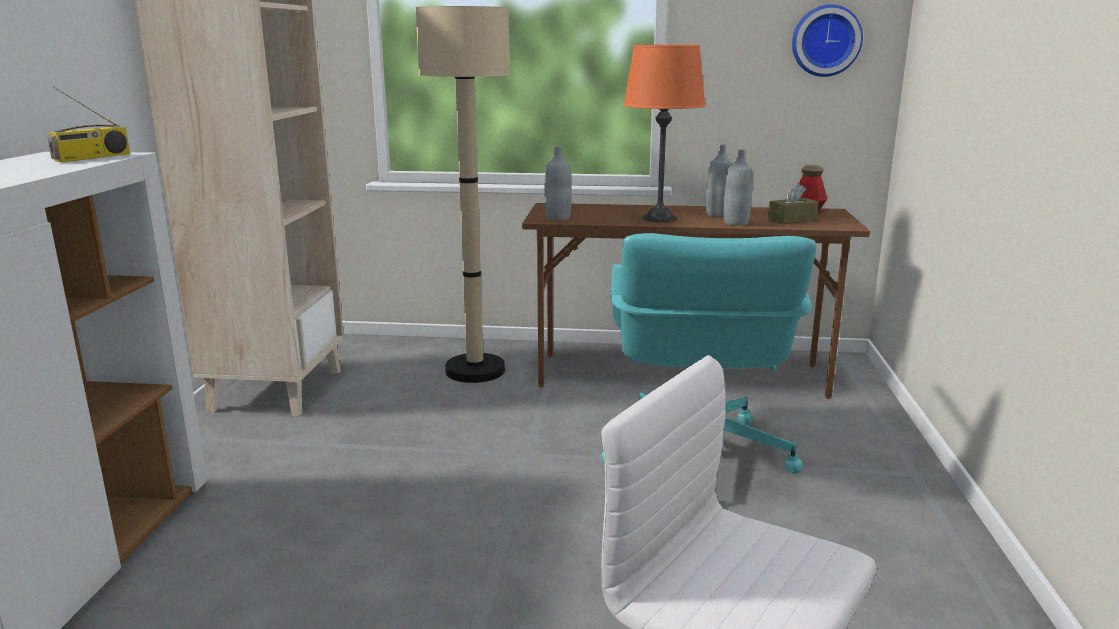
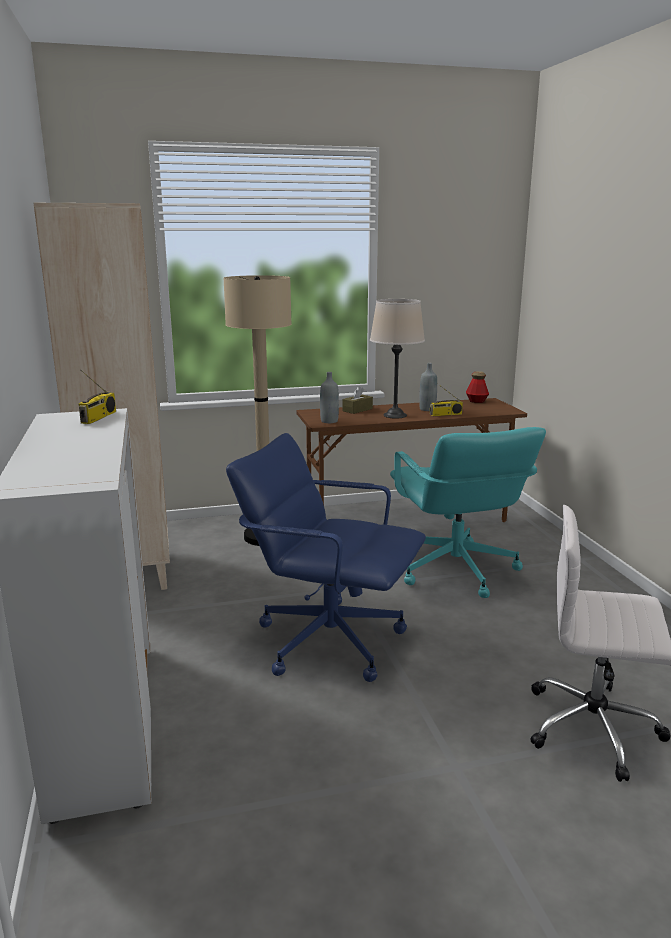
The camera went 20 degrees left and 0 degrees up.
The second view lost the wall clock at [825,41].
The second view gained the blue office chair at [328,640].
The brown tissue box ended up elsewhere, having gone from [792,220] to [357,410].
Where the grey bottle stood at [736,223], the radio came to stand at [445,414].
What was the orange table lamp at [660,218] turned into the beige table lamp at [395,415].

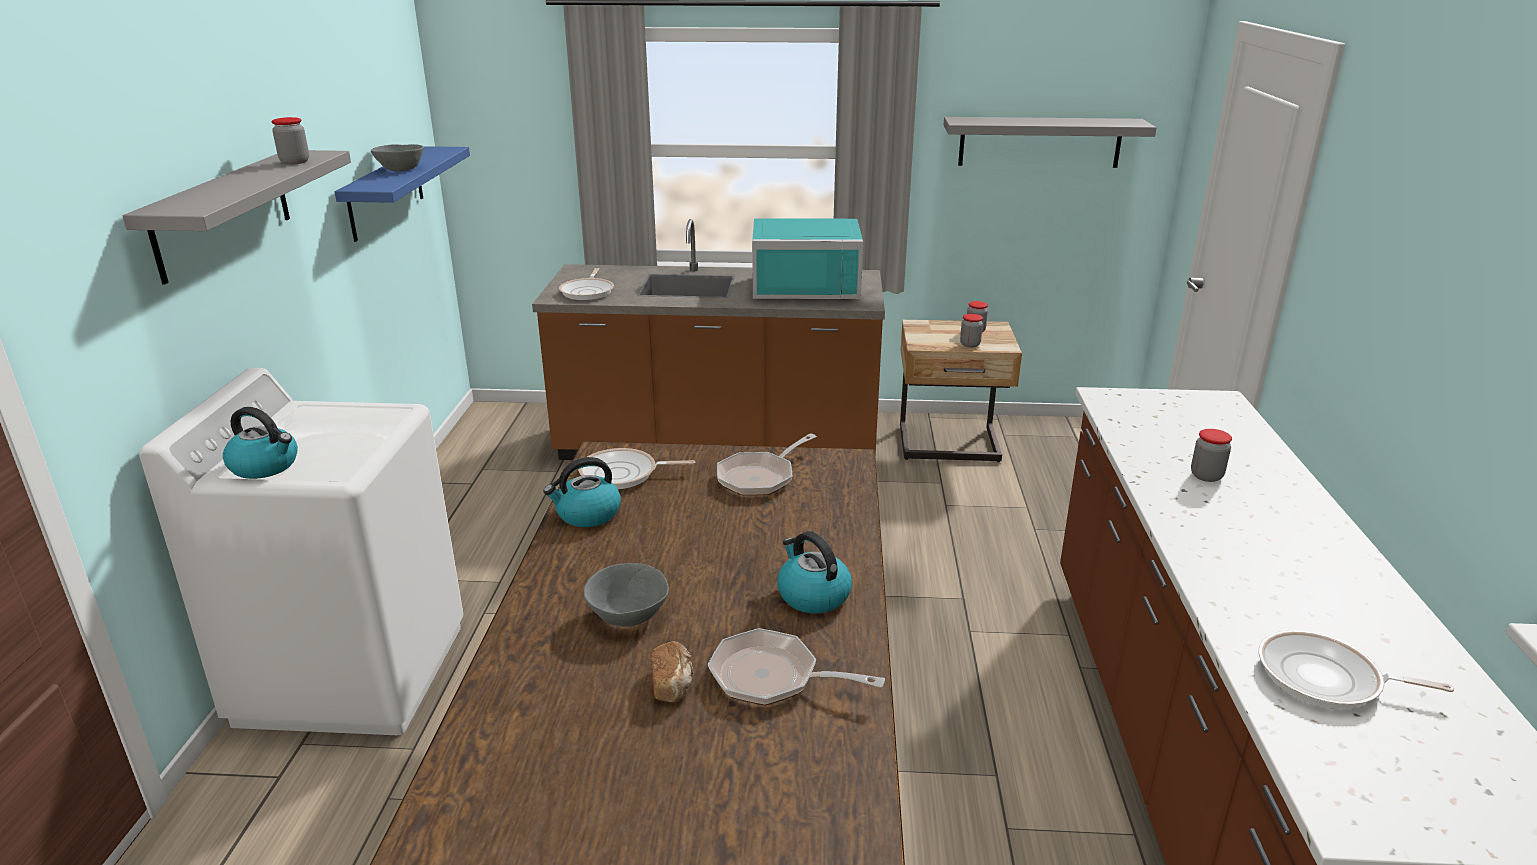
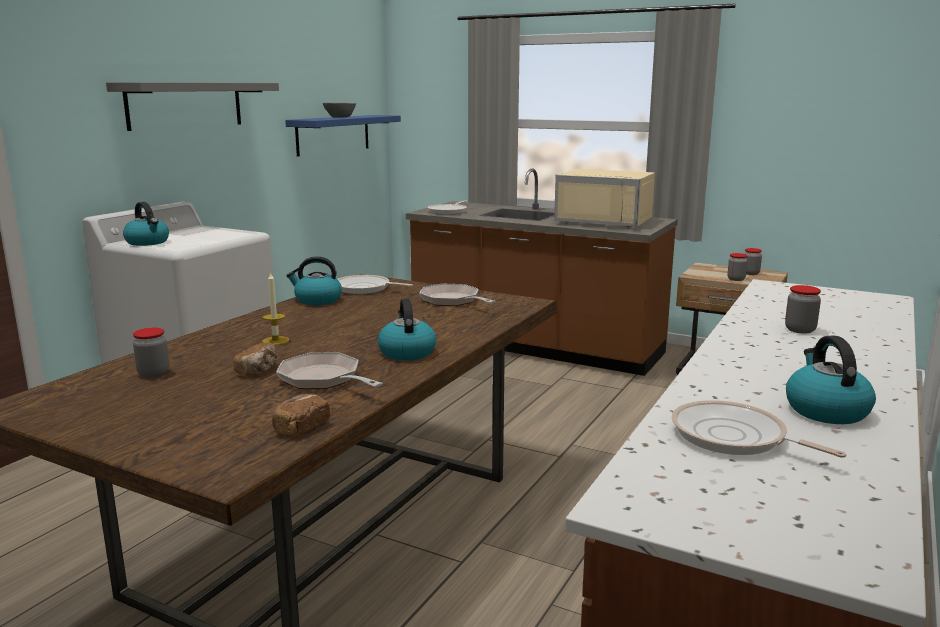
The camera went 25 degrees right and 10 degrees down.
The second view lost the grey shelf at [1039,142].
The second view gained the bread at [300,428].
The second view gained the kettle at [825,410].
The jar ended up elsewhere, having gone from [295,162] to [153,373].
Where the grey bowl stood at [627,616], the candle came to stand at [275,341].
What was the turquoise microwave at [806,286] turned into the beige microwave at [606,221].
The frying pan at [760,477] ended up facing another way, 75 degrees clockwise from before.

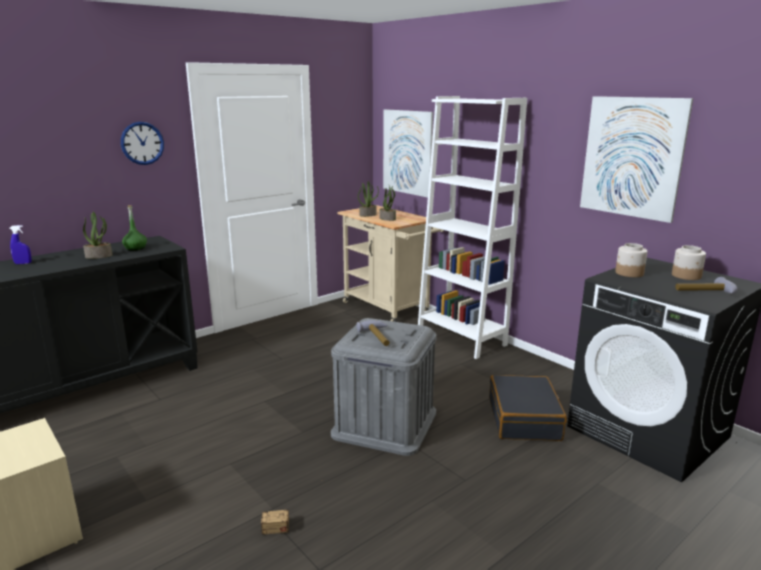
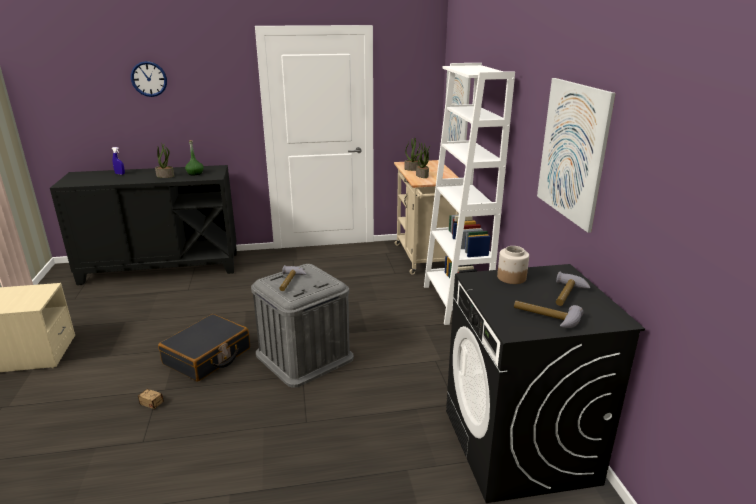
The camera went 30 degrees right and 5 degrees up.
The wall clock ended up elsewhere, having gone from [142,143] to [149,79].
The black suitcase ended up elsewhere, having gone from [524,419] to [207,356].
Where the jar stood at [686,276], the hammer came to stand at [568,295].

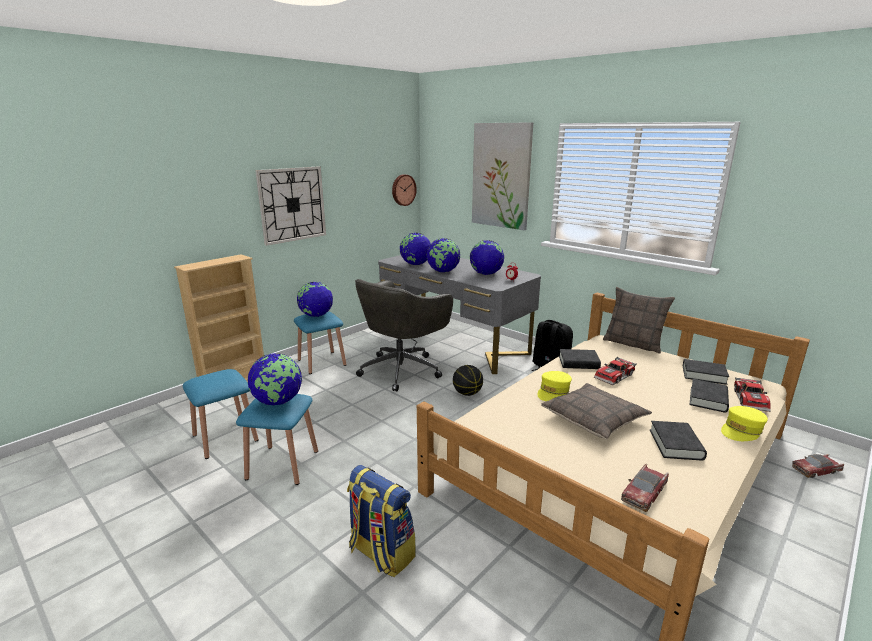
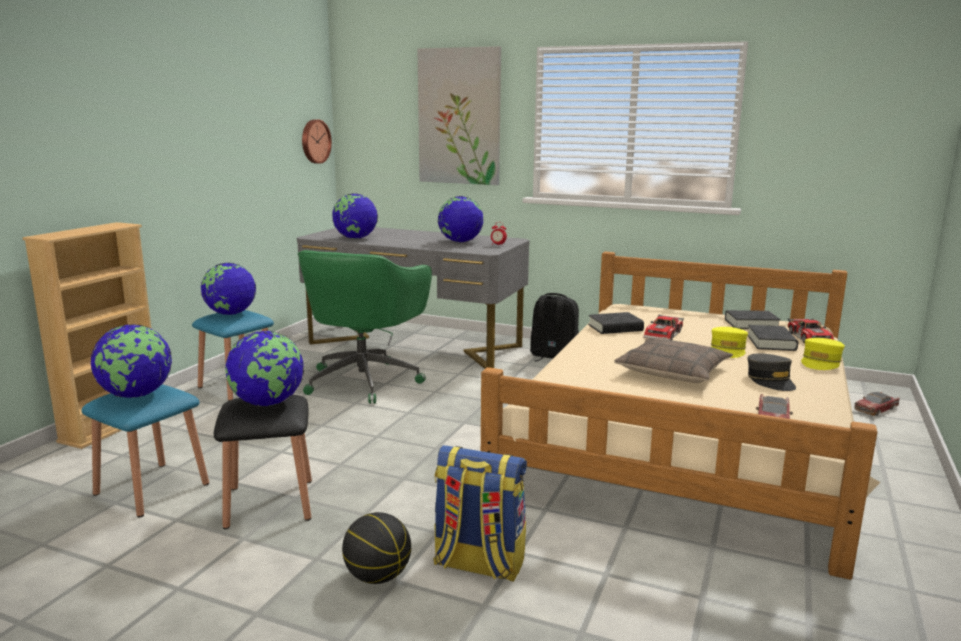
The camera went 20 degrees left and 5 degrees down.
The second view lost the wall clock at [292,204].
The second view lost the pillow at [633,344].
The globe ended up elsewhere, having gone from [443,271] to [136,395].
The basketball ended up elsewhere, having gone from [467,393] to [378,576].
The yellow cap ended up elsewhere, having gone from [553,392] to [728,350].
Where the black book stood at [676,444], the grey cap came to stand at [770,380].
What was the blue stool at [282,464] turned into the black stool at [270,503].
What was the grey office chair at [402,369] turned into the green office chair at [365,380].

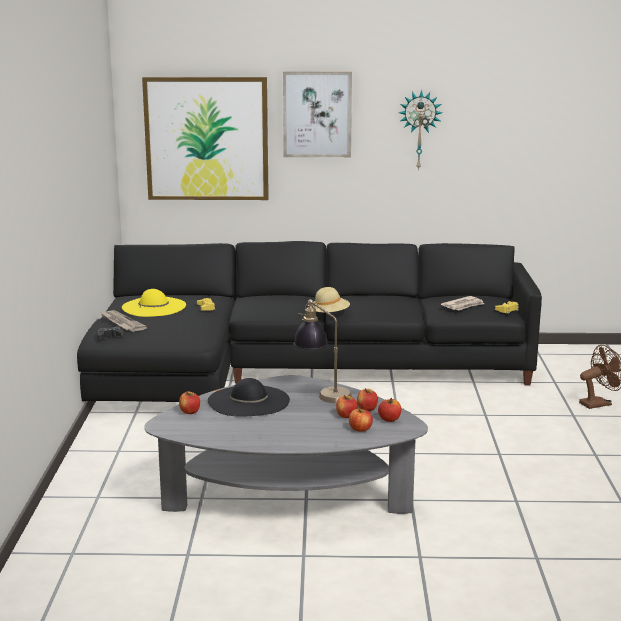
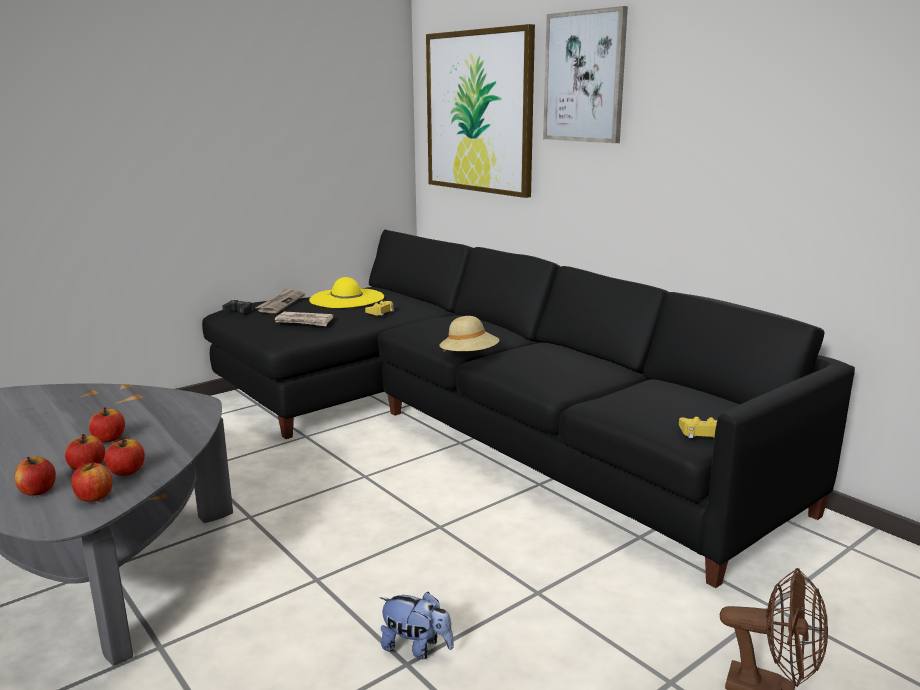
The camera went 50 degrees right and 0 degrees up.
The second view lost the black hat at [248,401].
The second view lost the table lamp at [322,393].
The second view lost the wall clock at [419,130].
The second view gained the plush toy at [416,648].
The apple ended up elsewhere, having gone from [190,412] to [109,439].
The newspaper ended up elsewhere, having gone from [463,305] to [304,321].

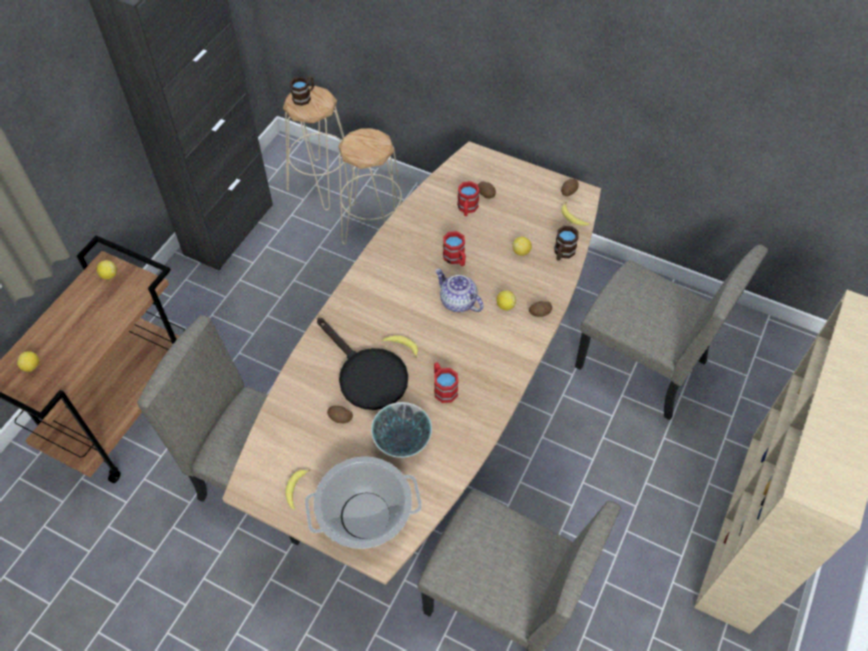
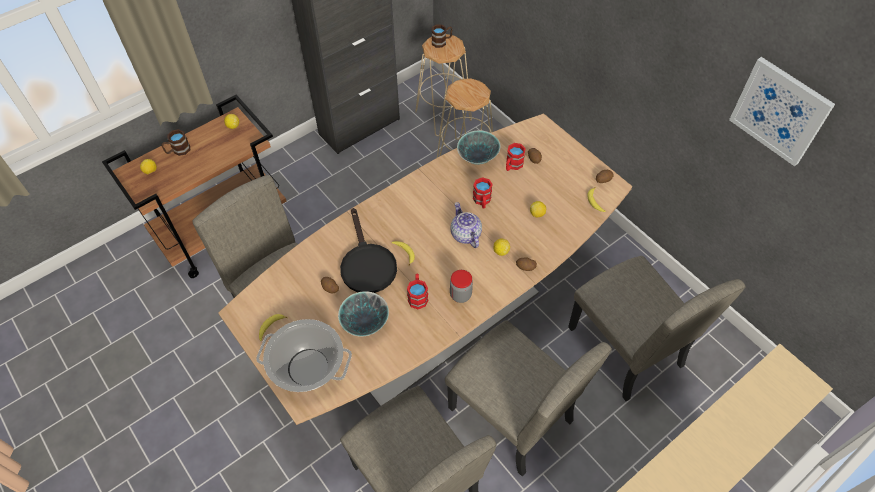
The camera went 25 degrees right and 0 degrees up.
The second view gained the beige chair at [510,415].
The second view gained the jar at [460,295].
The second view gained the bowl at [478,158].
The second view gained the picture at [780,111].
The brown mug ended up elsewhere, having gone from [562,253] to [178,151].

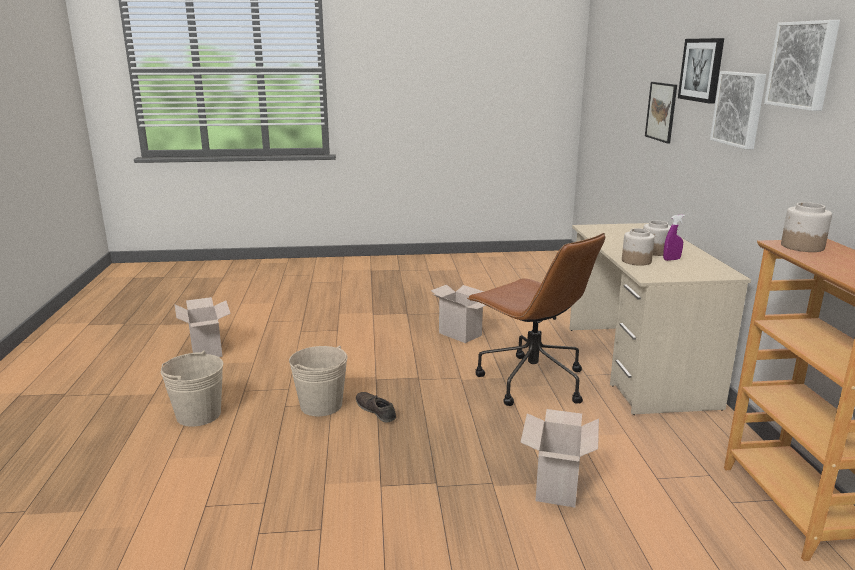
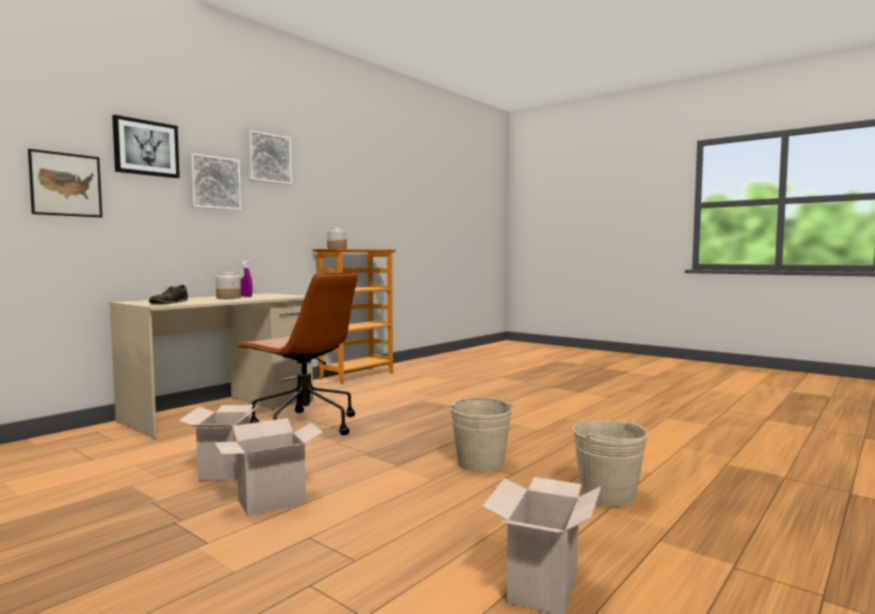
The camera went 135 degrees left and 15 degrees down.
The second view lost the jar at [636,261].
The brown shoe ended up elsewhere, having gone from [376,410] to [169,303].
The cardboard box ended up elsewhere, having gone from [555,486] to [270,503].
The brown office chair at [530,381] ended up facing another way, 120 degrees clockwise from before.

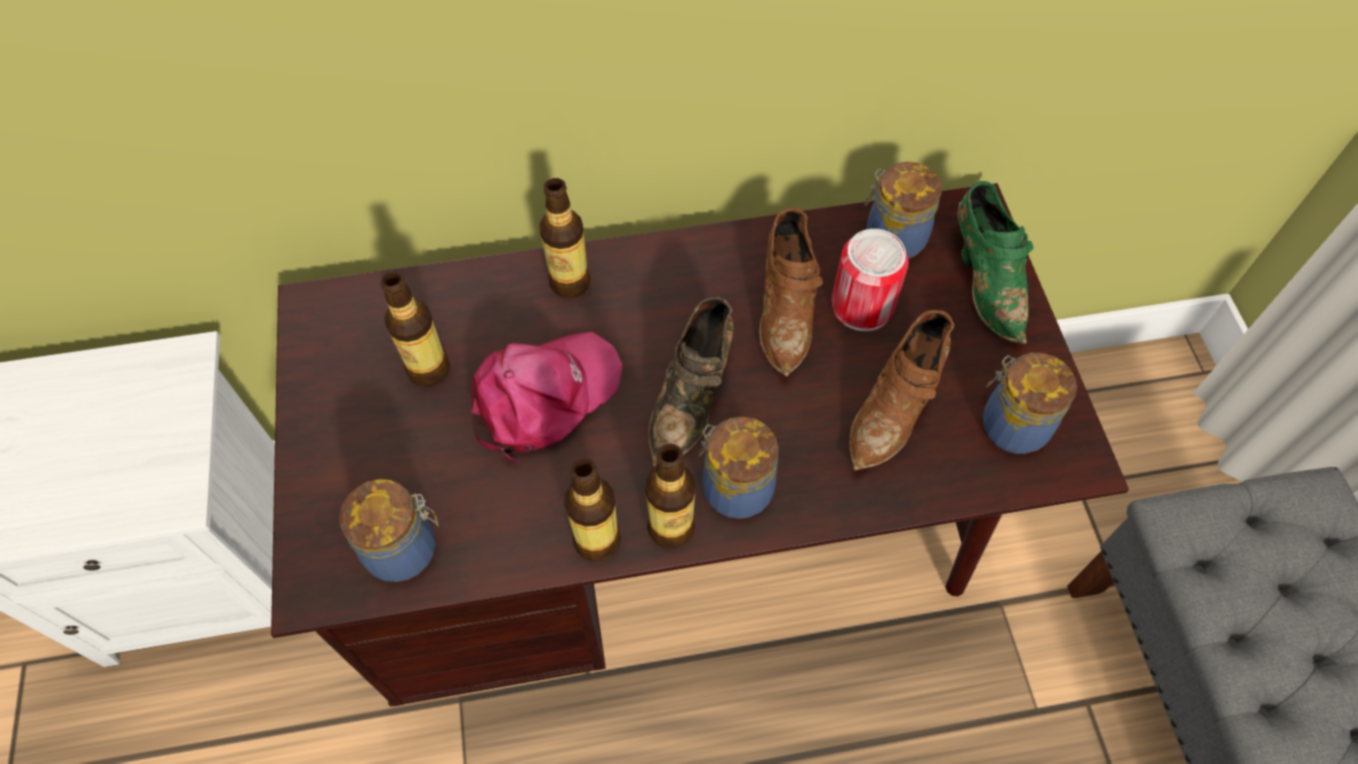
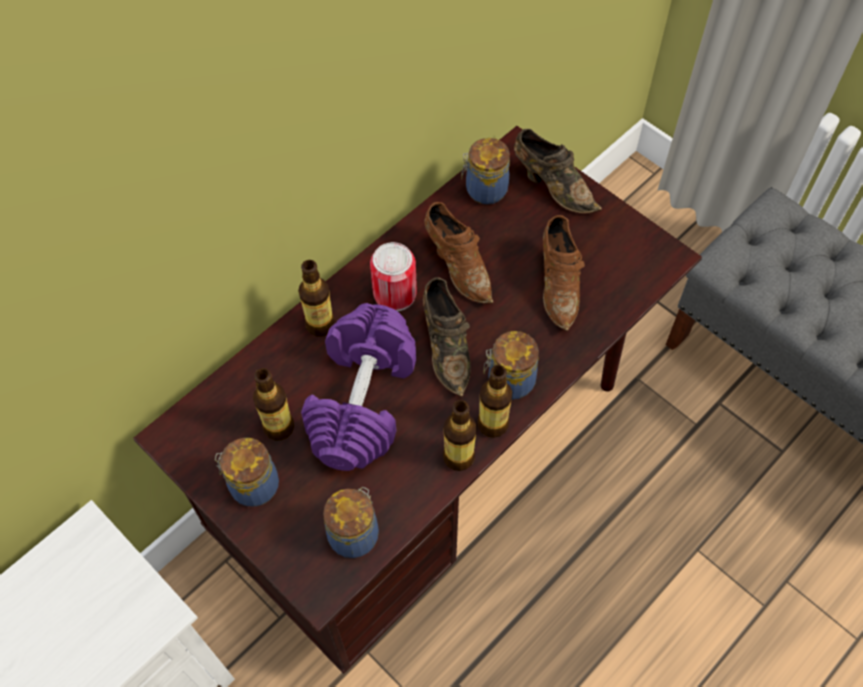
The camera went 35 degrees left and 0 degrees up.
The can ended up elsewhere, having gone from [862,306] to [395,294].
The jar ended up elsewhere, having gone from [1011,424] to [252,485].
Where the pink cap stood at [543,397], the purple dumbbell came to stand at [362,399].
What was the green shoe at [986,281] turned into the brown shoe at [552,186].

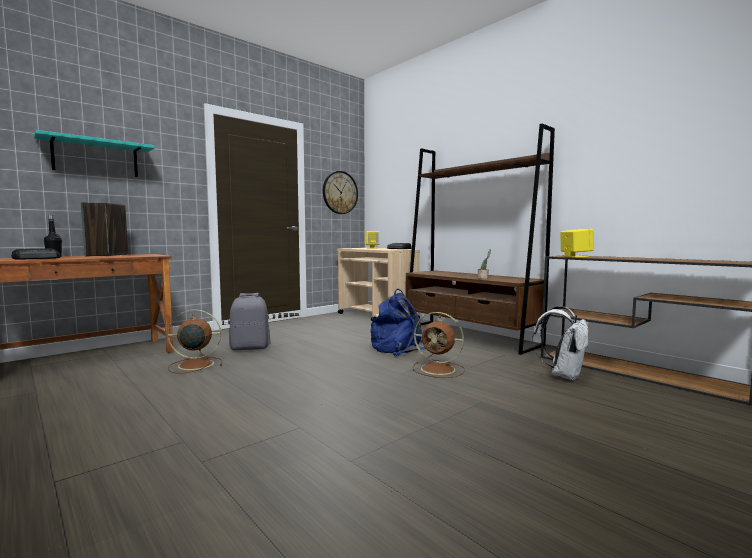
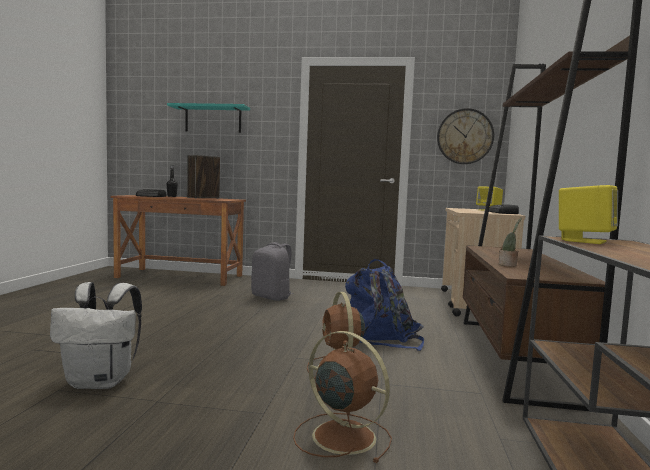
The camera went 50 degrees right and 0 degrees up.
The brown fan ended up elsewhere, having gone from [194,365] to [341,436].
The white backpack ended up elsewhere, having gone from [563,375] to [101,382].

